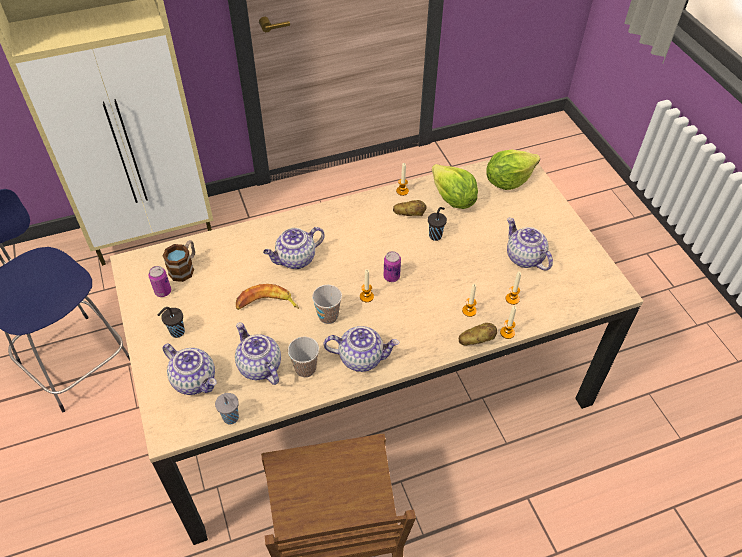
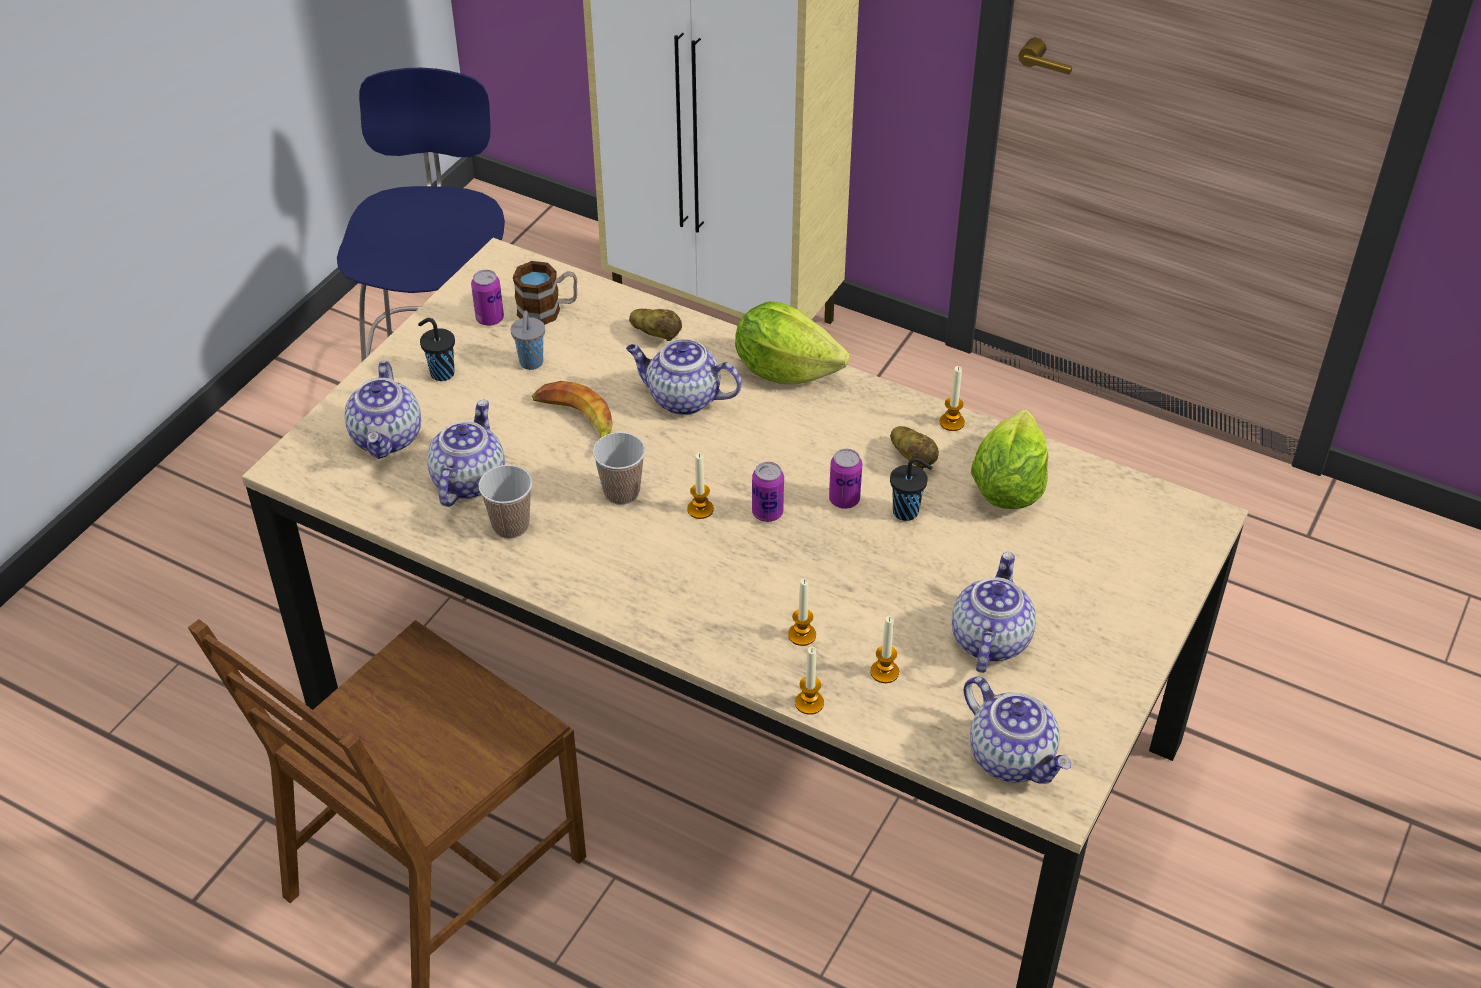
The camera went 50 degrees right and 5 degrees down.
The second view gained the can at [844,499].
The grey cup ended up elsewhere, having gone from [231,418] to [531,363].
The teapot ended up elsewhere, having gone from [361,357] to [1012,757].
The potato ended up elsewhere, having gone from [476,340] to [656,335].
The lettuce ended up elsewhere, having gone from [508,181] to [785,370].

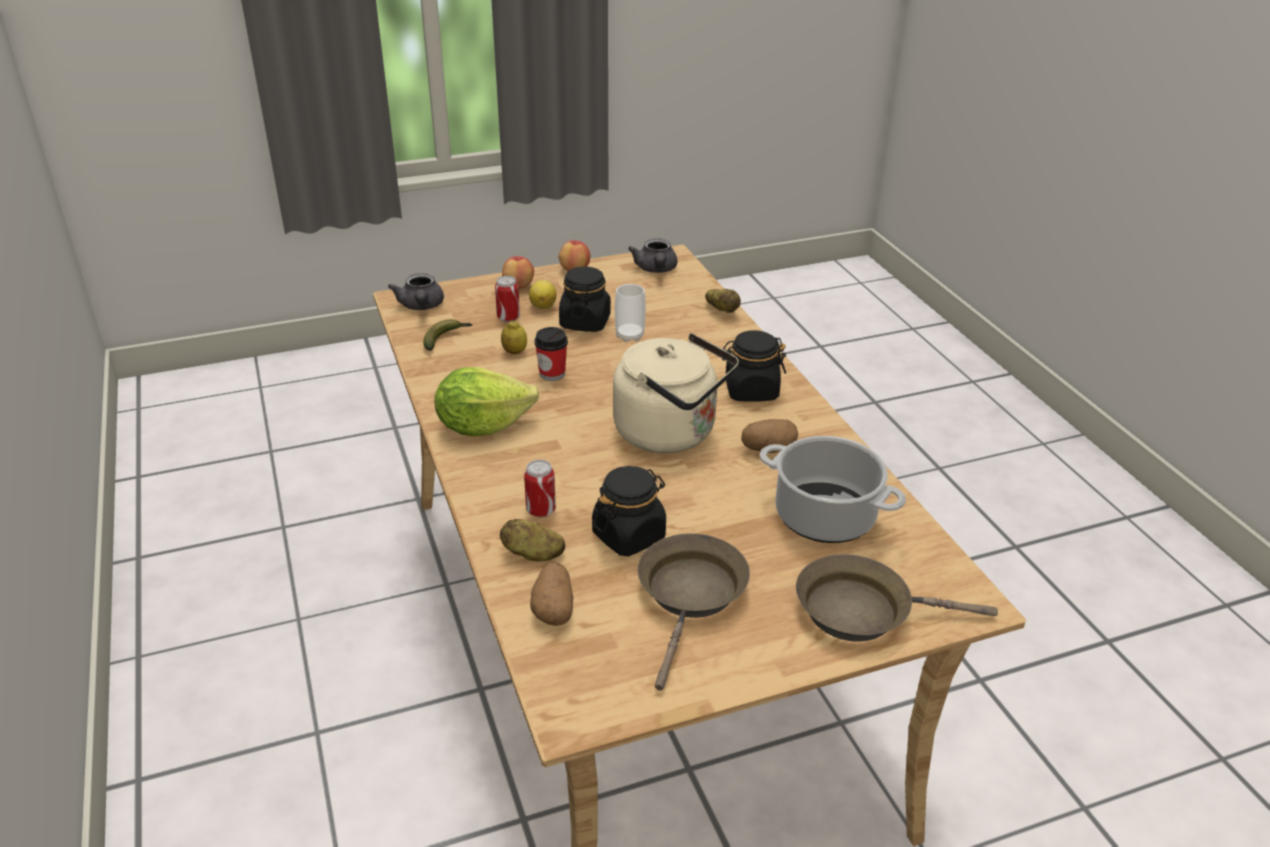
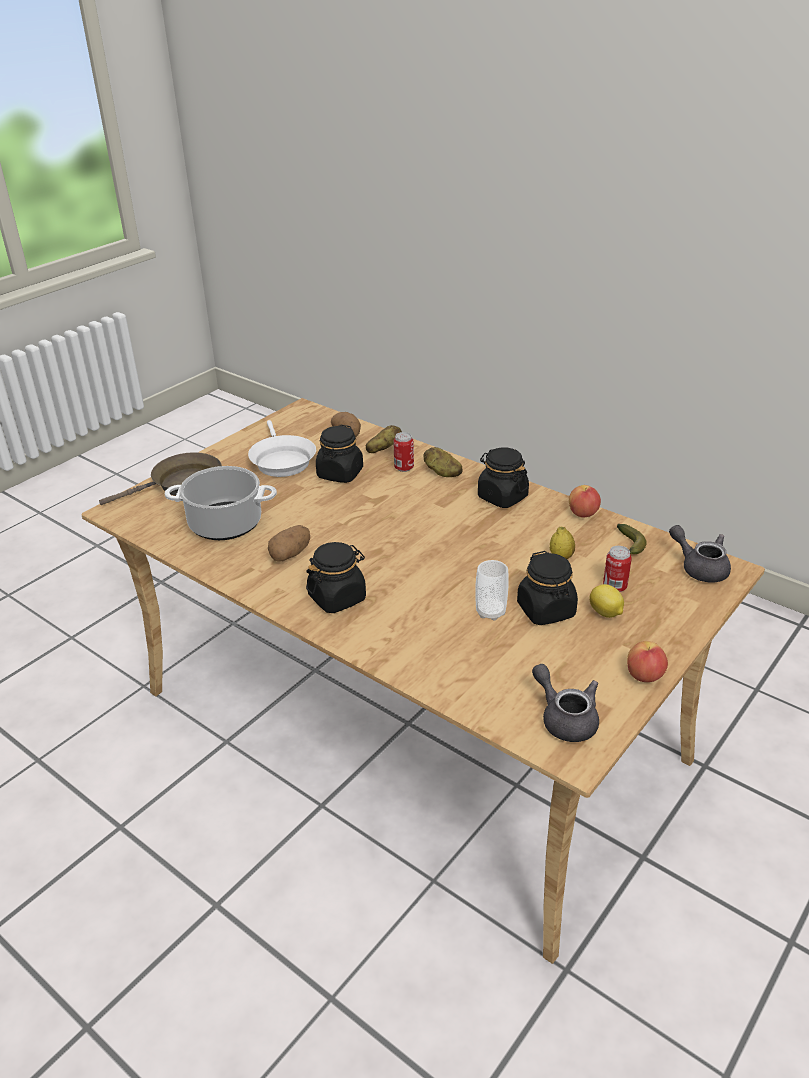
The camera went 150 degrees right and 0 degrees up.
The second view lost the cup at [552,374].
The second view lost the beige kettle at [671,433].
The apple ended up elsewhere, having gone from [518,286] to [583,514].
The potato ended up elsewhere, having gone from [722,310] to [442,473].
Where the lettuce stood at [482,426], the black jar came to stand at [502,497].
What was the brown frying pan at [691,596] turned into the white frying pan at [281,460].

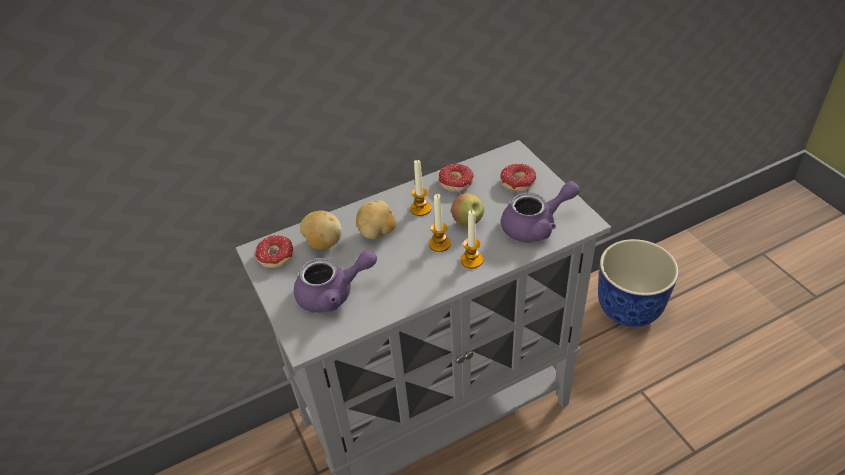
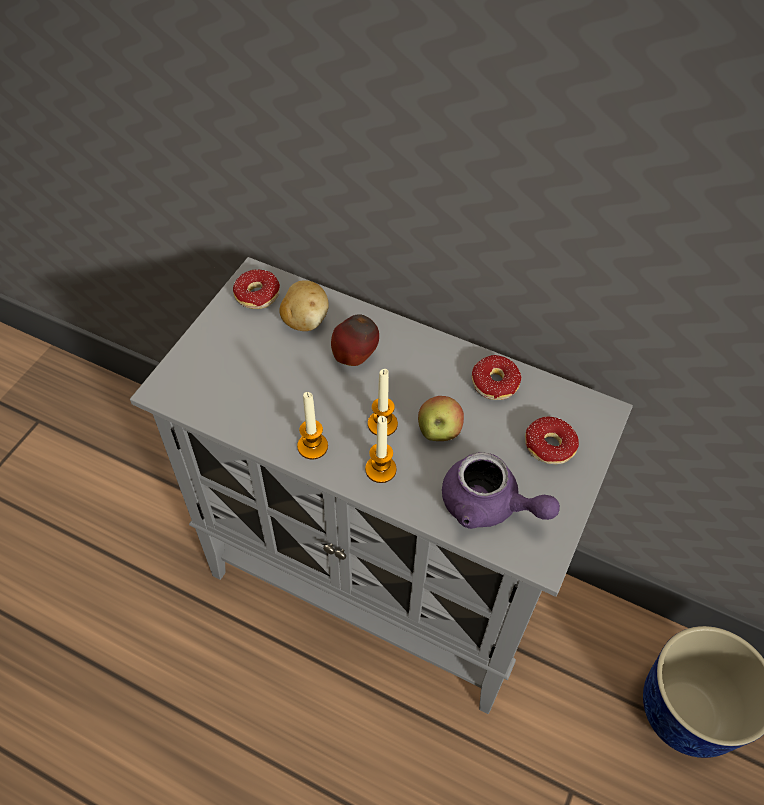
The camera went 50 degrees right and 10 degrees up.
The second view lost the purple teapot at [333,293].
The candle ended up elsewhere, having gone from [420,208] to [312,446].
Where the potato stood at [377,233], the apple came to stand at [355,358].

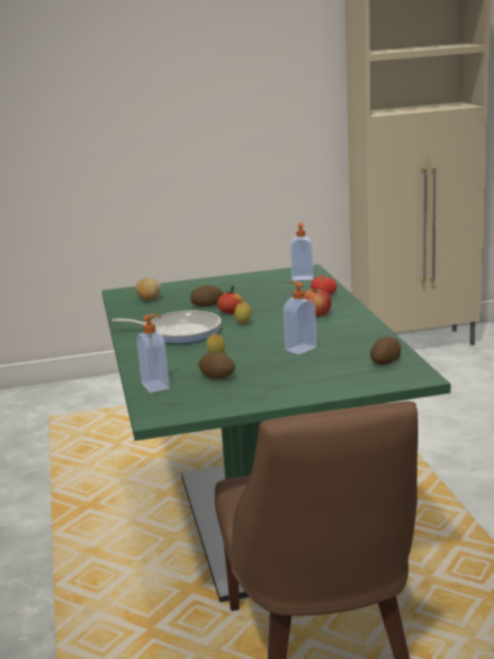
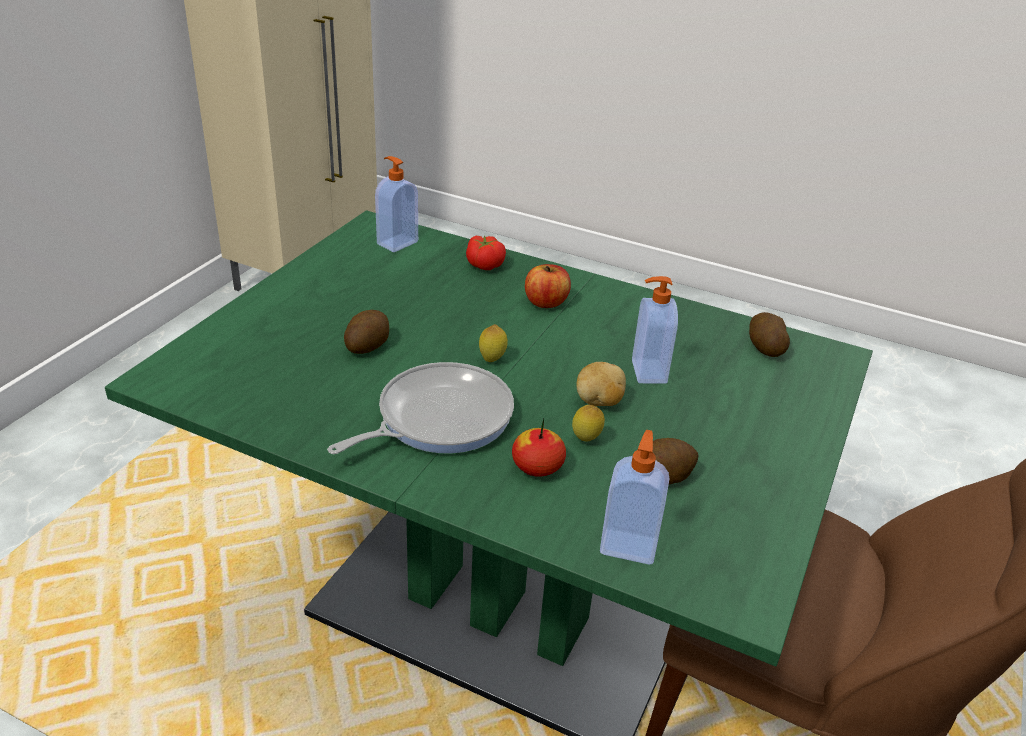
The camera went 55 degrees left and 15 degrees up.
The potato ended up elsewhere, having gone from [148,299] to [599,402].
The apple ended up elsewhere, having gone from [231,312] to [537,467].

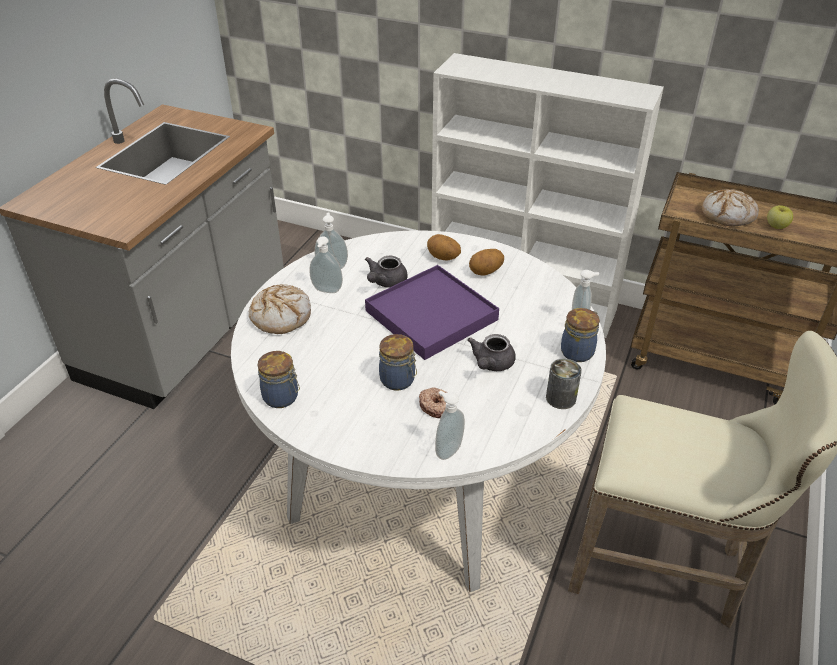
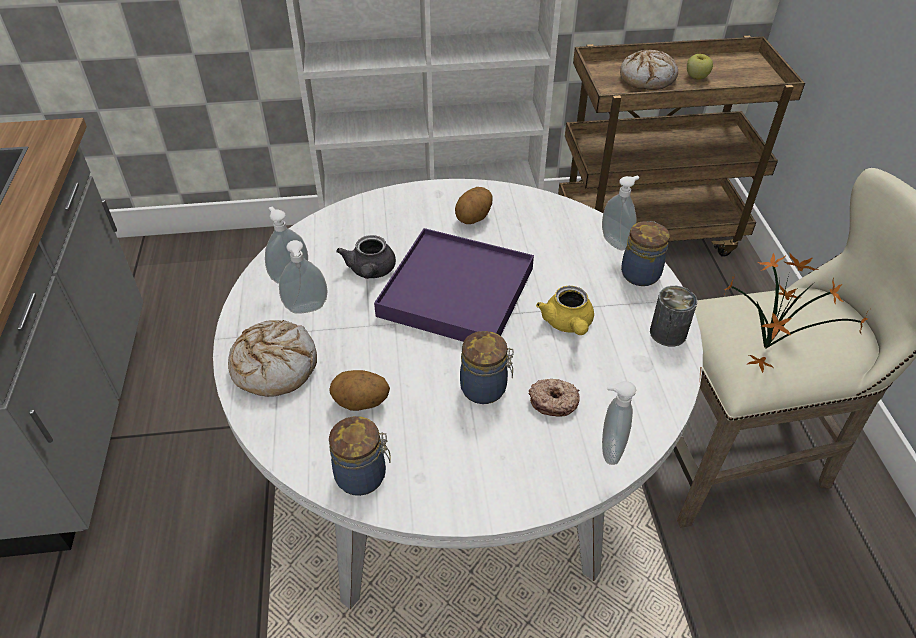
The camera went 30 degrees left and 5 degrees up.
The second view gained the potted plant at [767,347].
The potato ended up elsewhere, having gone from [443,258] to [361,403].
What was the grey teapot at [491,364] turned into the yellow teapot at [568,324].

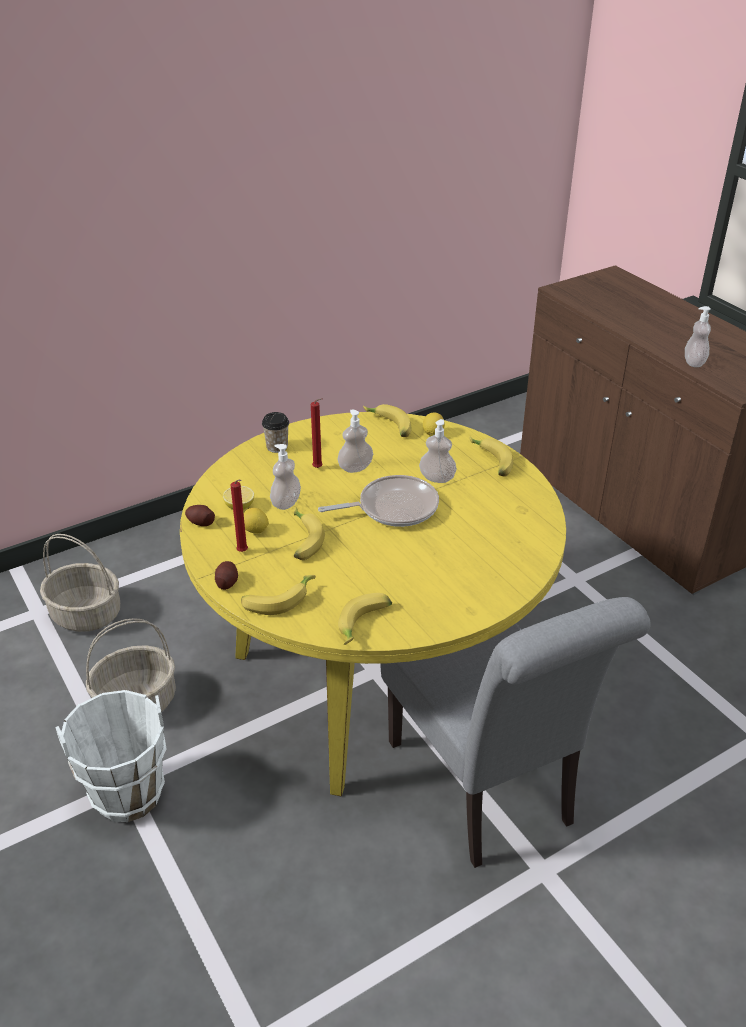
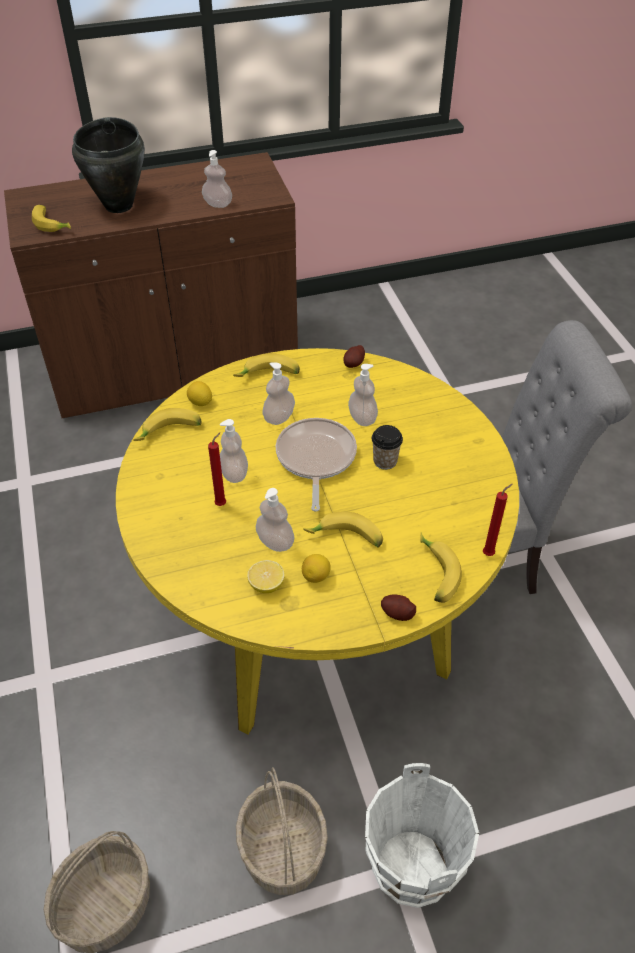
The camera went 75 degrees left and 10 degrees up.
The second view gained the black cooking pot at [119,205].
The second view gained the soap dispenser at [362,418].
The potato ended up elsewhere, having gone from [200,522] to [353,364].
The red candle ended up elsewhere, having gone from [243,552] to [489,553].
The cup ended up elsewhere, having gone from [277,447] to [385,461].
The banana ended up elsewhere, having gone from [364,625] to [52,224].

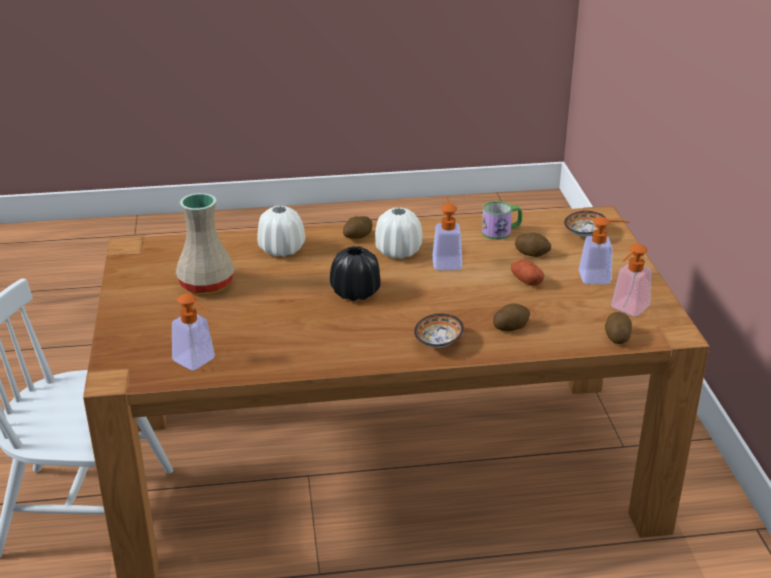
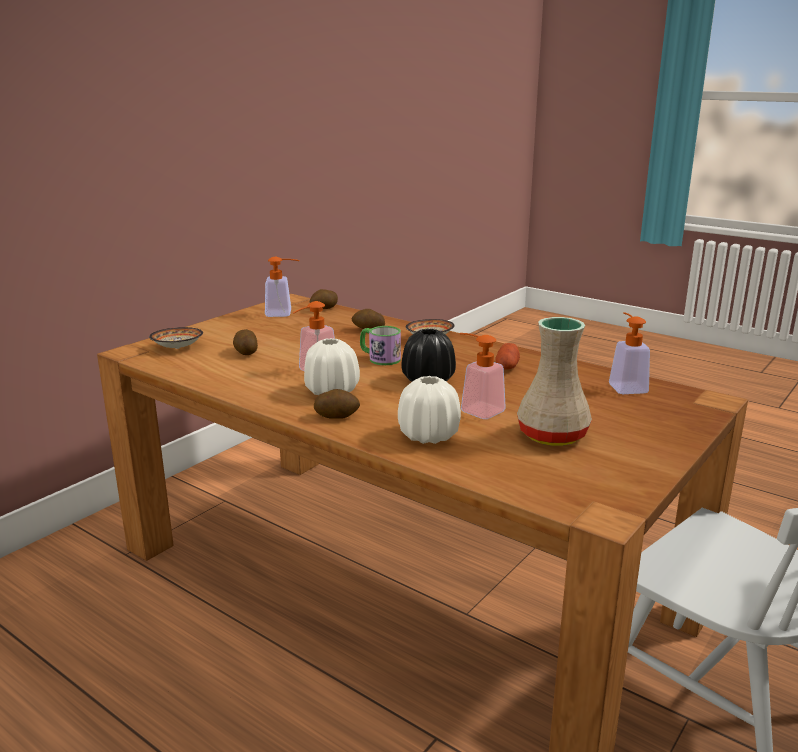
The camera went 135 degrees left and 10 degrees down.
The mug ended up elsewhere, having gone from [501,232] to [379,358].
The potato ended up elsewhere, having gone from [526,281] to [507,367].
The soap dispenser ended up elsewhere, having gone from [601,278] to [476,409].

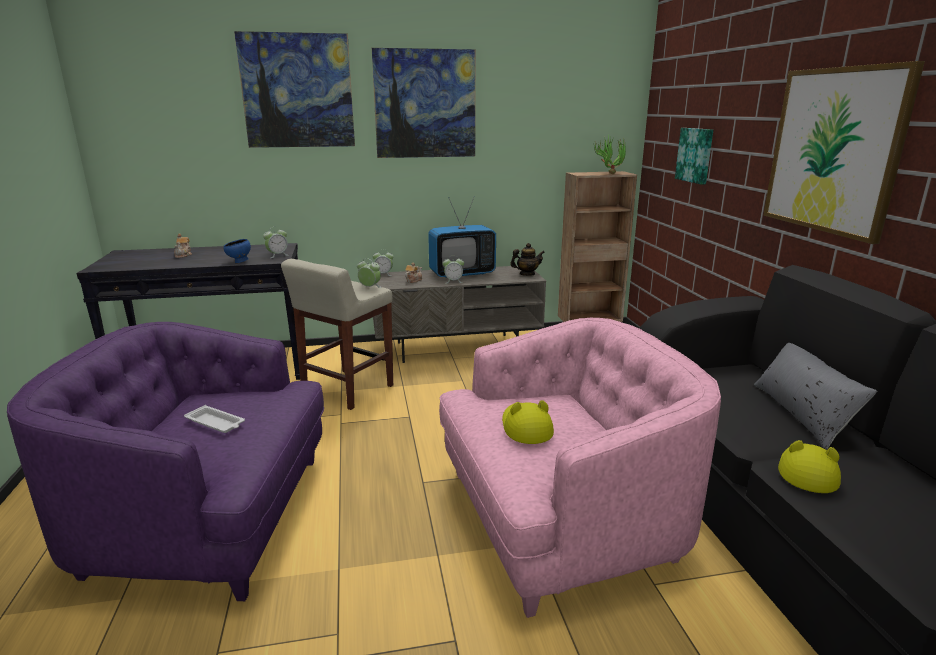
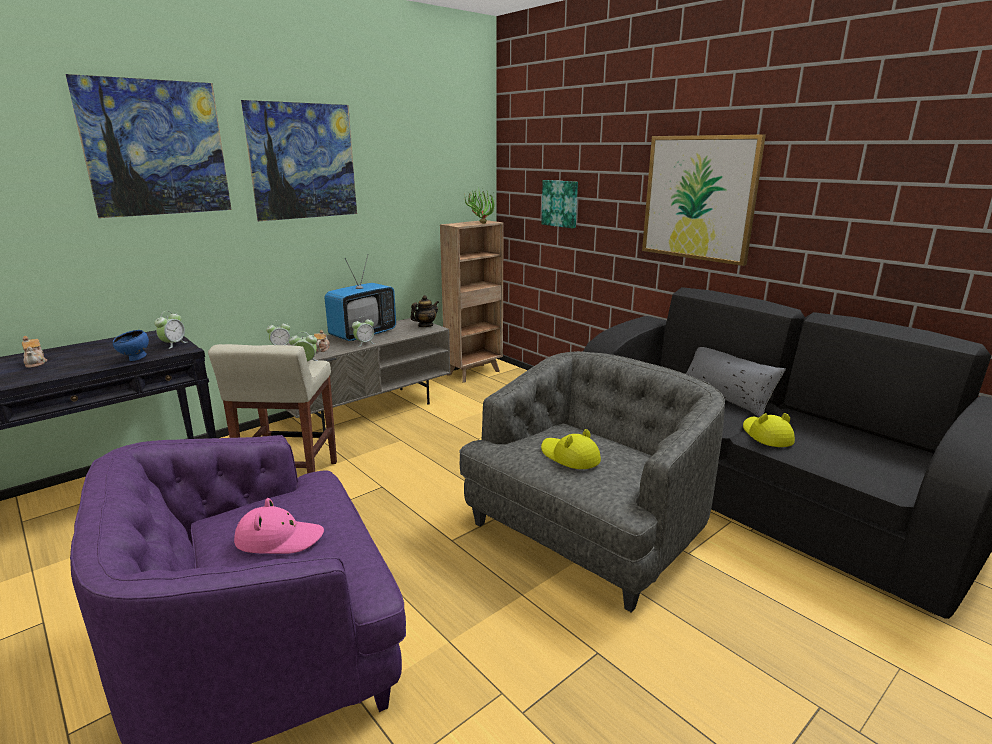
The camera went 30 degrees left and 0 degrees up.
Where the white tray stood at [216,423], the pink hat came to stand at [279,538].
What was the pink armchair at [558,519] turned into the grey armchair at [586,531].

